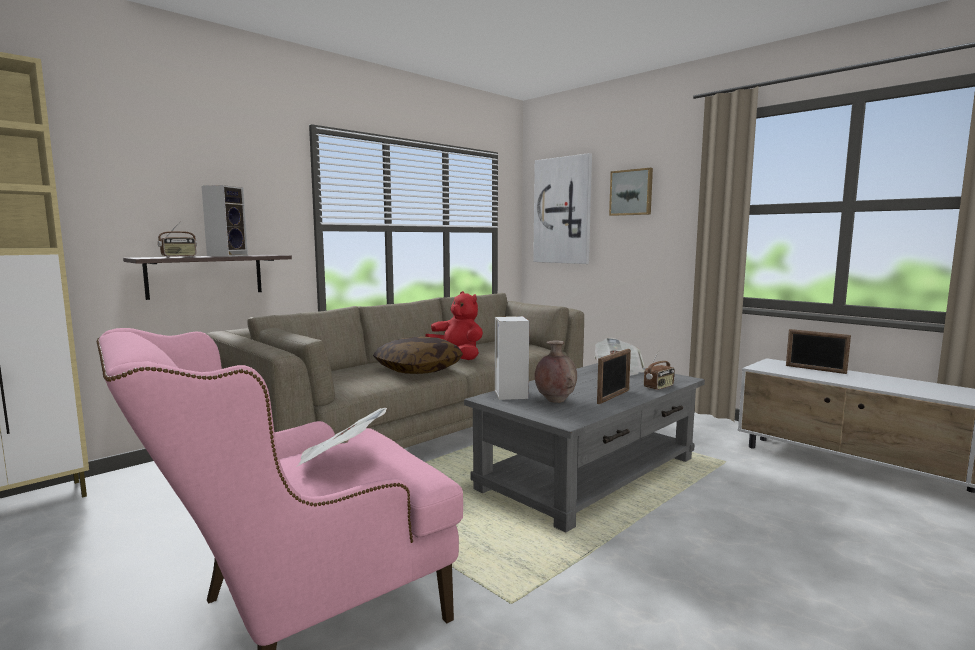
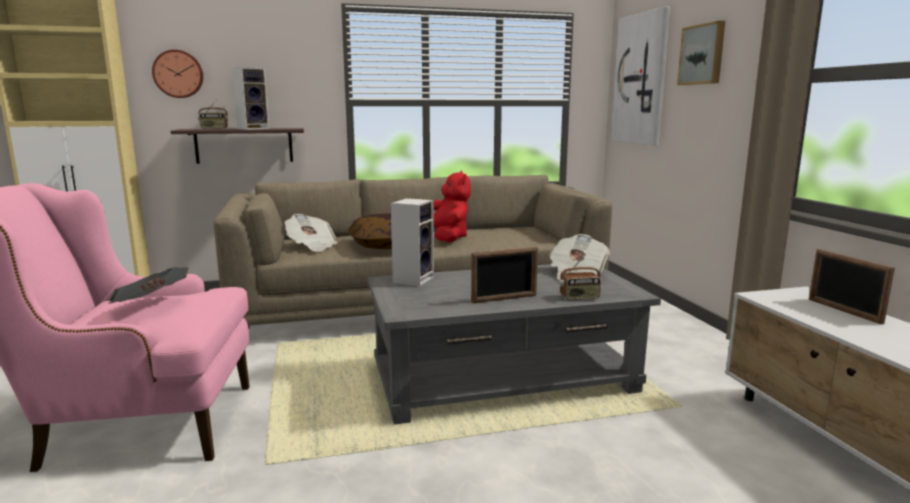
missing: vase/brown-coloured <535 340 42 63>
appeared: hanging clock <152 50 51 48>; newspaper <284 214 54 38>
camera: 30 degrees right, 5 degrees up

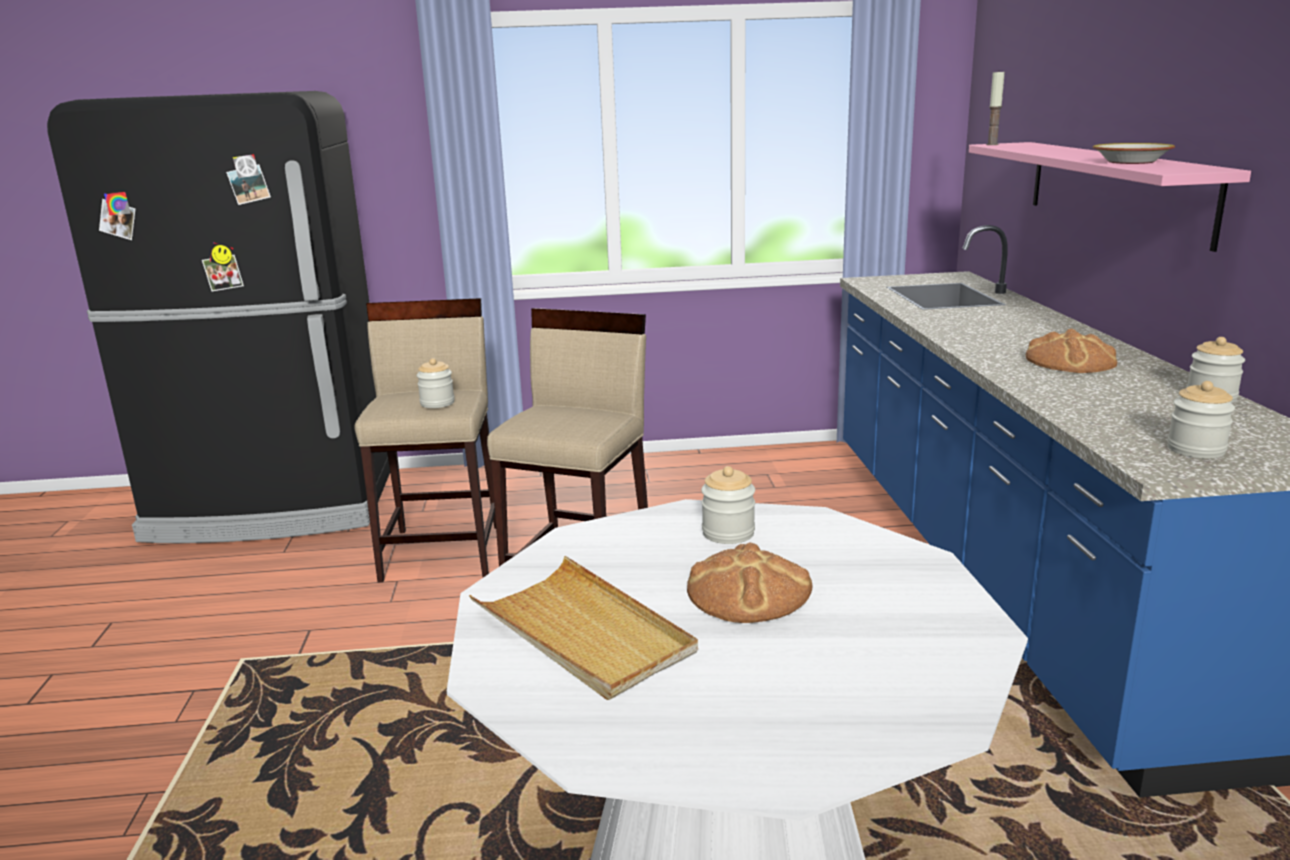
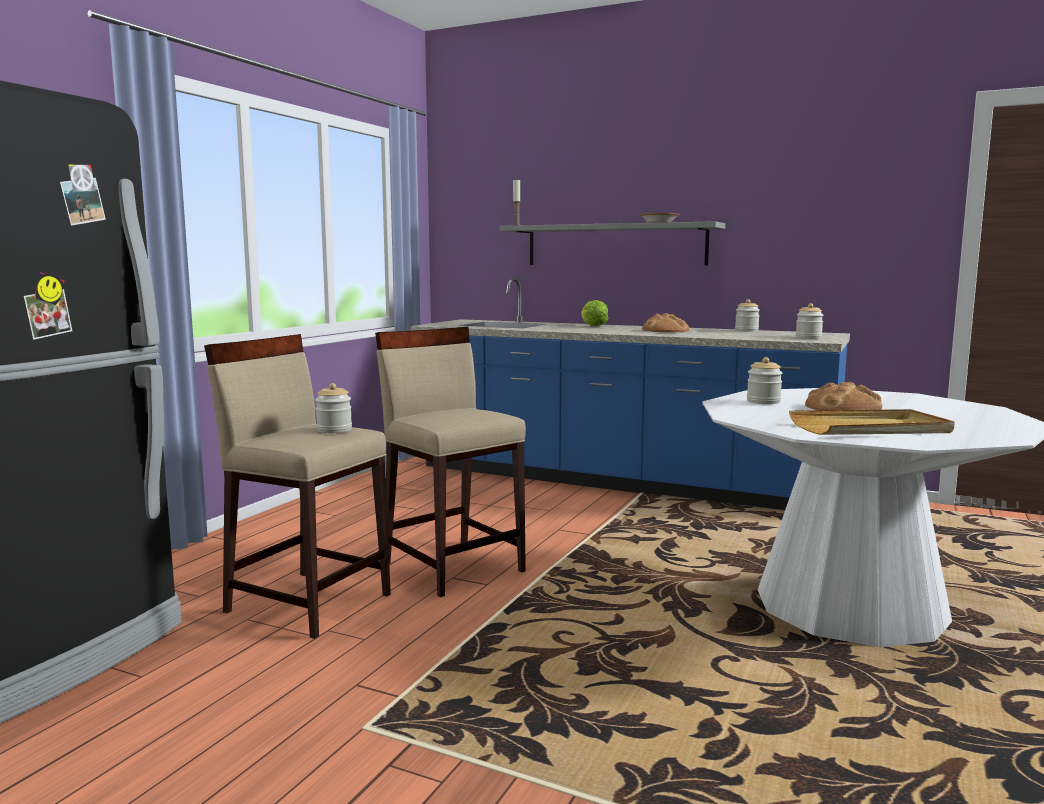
appeared: head of lettuce <581 300 28 26>
colour: shelf/pink-coloured <969 142 282 110> to shelf/grey <500 221 225 45>
camera: 60 degrees left, 10 degrees down

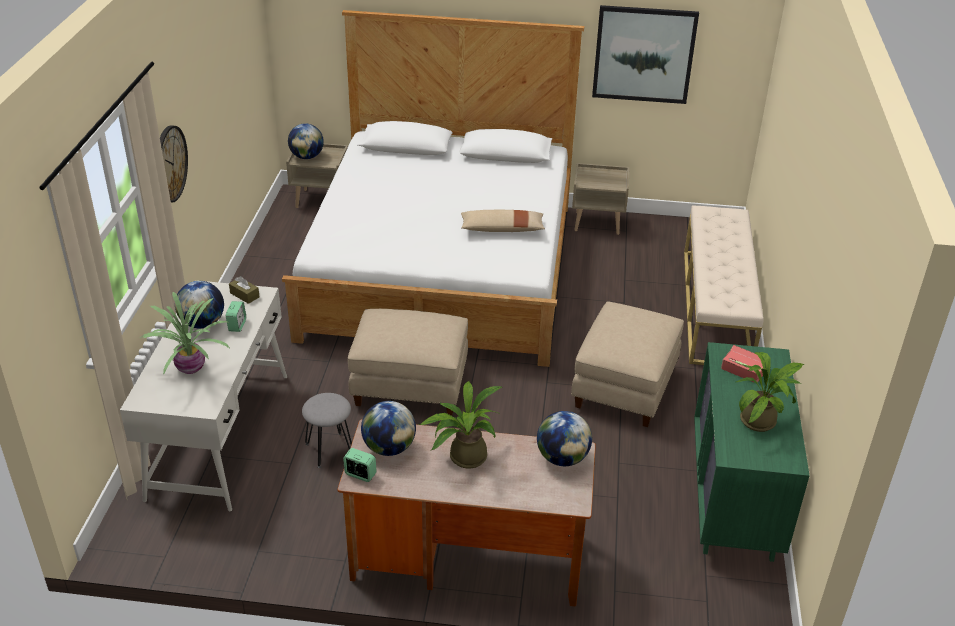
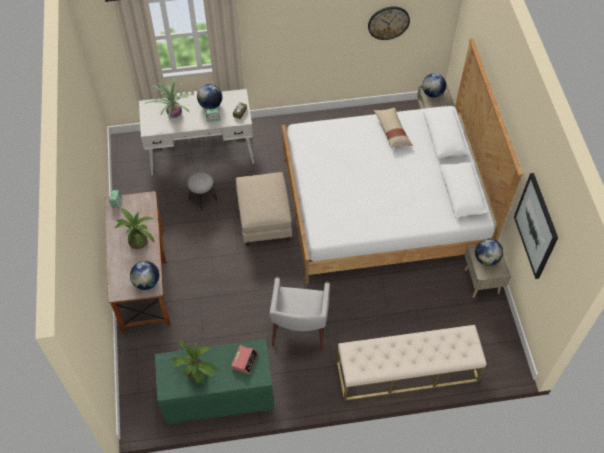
relocated: hanging clock <160 125 28 78> to <368 6 42 34>; world globe <361 401 55 55> to <475 239 28 27>; throw pillow/sand-coloured <461 210 84 22> to <373 108 40 40>
exchanged: footrest/sand-coloured <571 302 113 125> to armchair/white-coloured <269 276 61 74>
camera: 75 degrees right, 20 degrees up

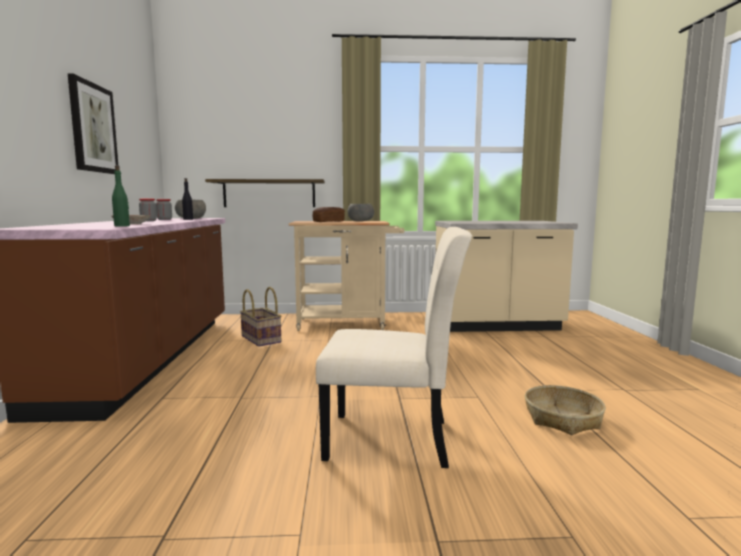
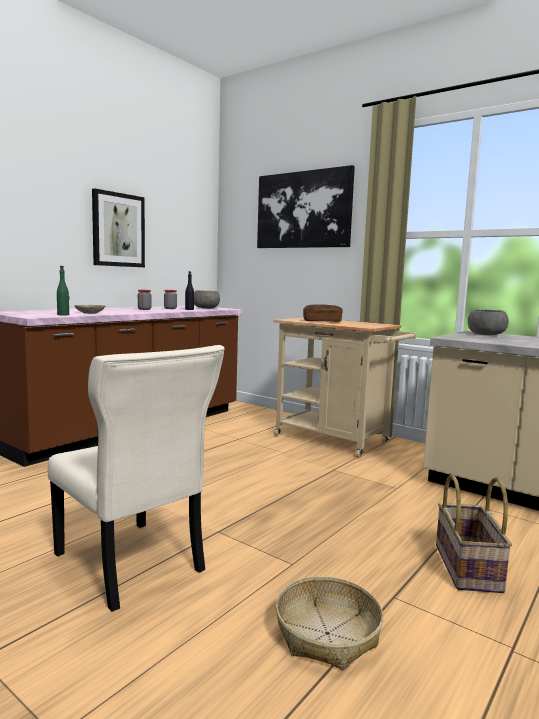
missing: shelf <205 179 120 28>
appeared: picture <257 165 98 83>
relocated: basket <240 287 41 60> to <436 475 76 118>; deep dish/grey <348 204 26 17> to <468 309 41 26>
camera: 40 degrees right, 0 degrees up

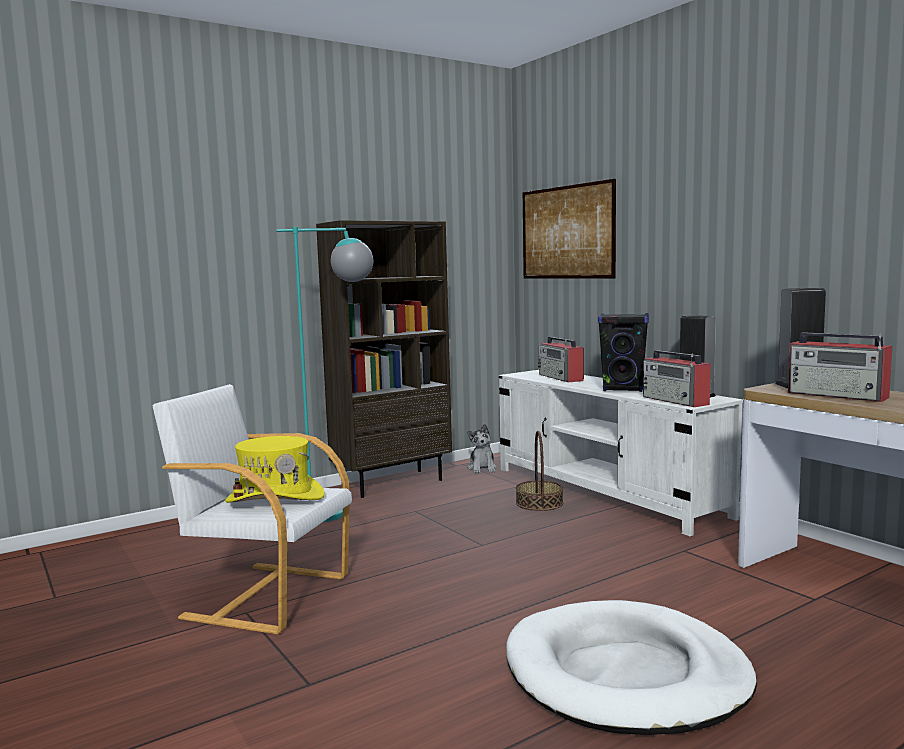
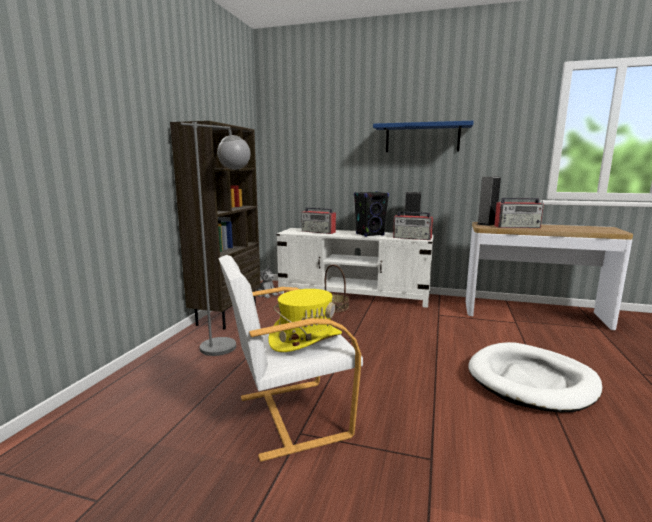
missing: picture <523 179 93 100>
appeared: shelf/bluish <373 121 101 31>
colour: floor lamp/turquoise <276 227 97 295> to floor lamp/grey <180 122 70 234>
camera: 40 degrees left, 5 degrees up

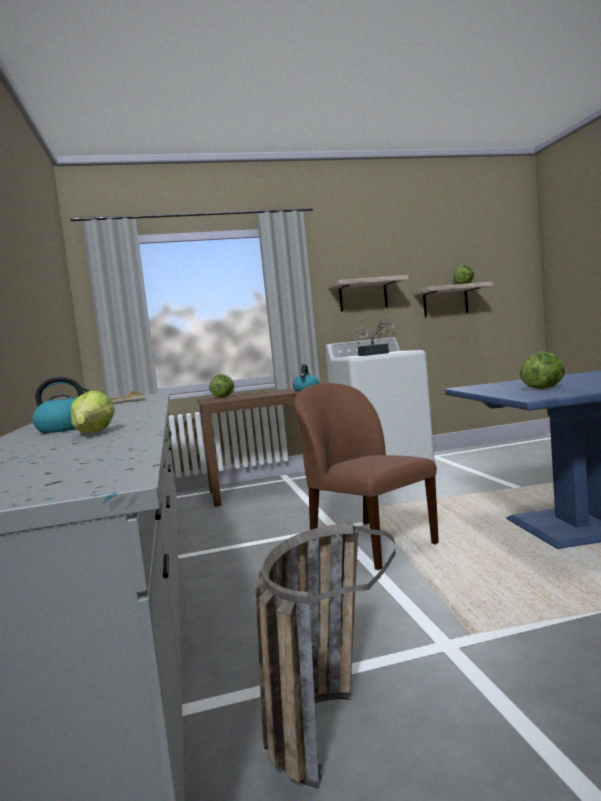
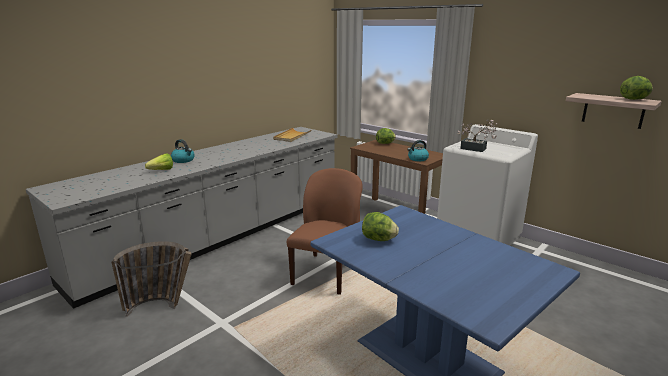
missing: shelf <329 275 80 37>
camera: 55 degrees right, 15 degrees up

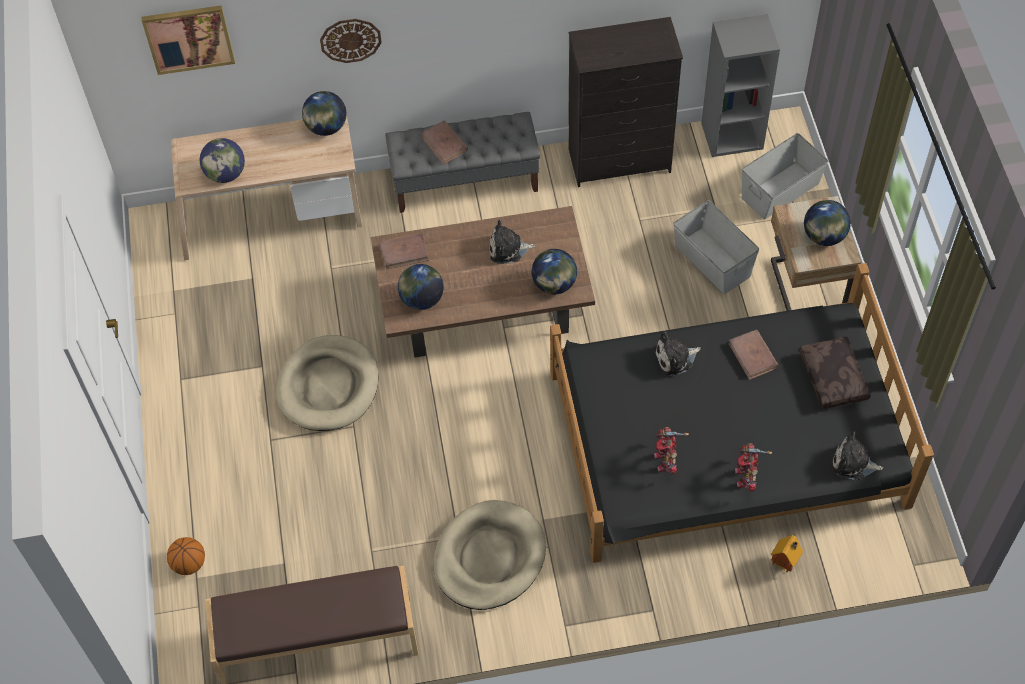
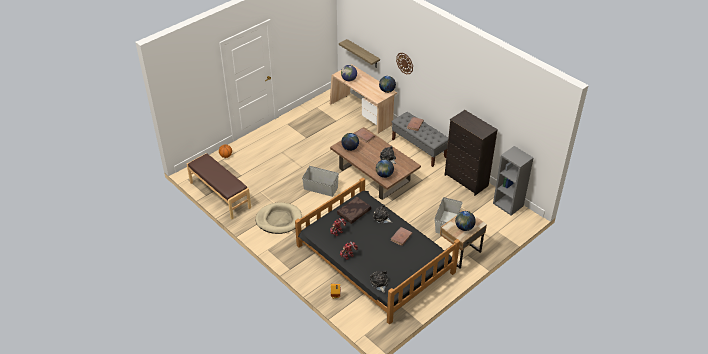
missing: picture <141 5 94 70>; pet bed/sand-coloured <276 335 103 96>
appeared: shelf <339 39 41 29>
relocated: storage box/grey <742 133 86 87> to <302 166 37 31>; throw pillow/brown-coloured <799 337 72 72> to <337 197 34 27>
camera: 55 degrees right, 15 degrees down

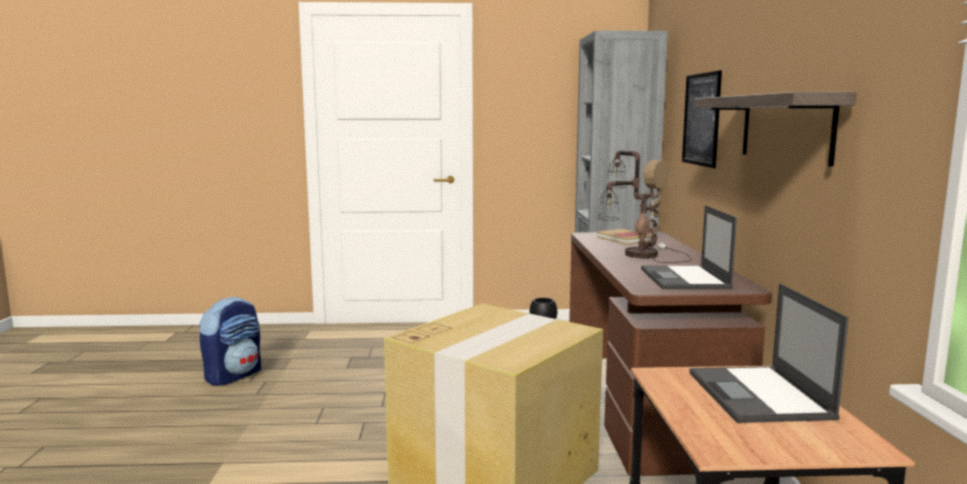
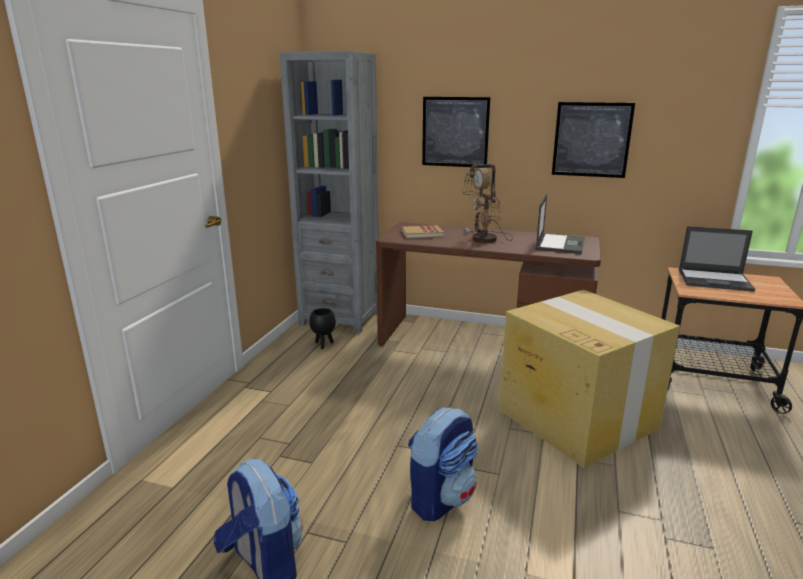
appeared: backpack <408 407 70 114>
exchanged: shelf <694 92 162 75> to picture <552 102 83 76>
spun: notebook computer <641 205 96 84> = <535 194 50 60> 90 degrees counterclockwise
camera: 70 degrees left, 10 degrees up

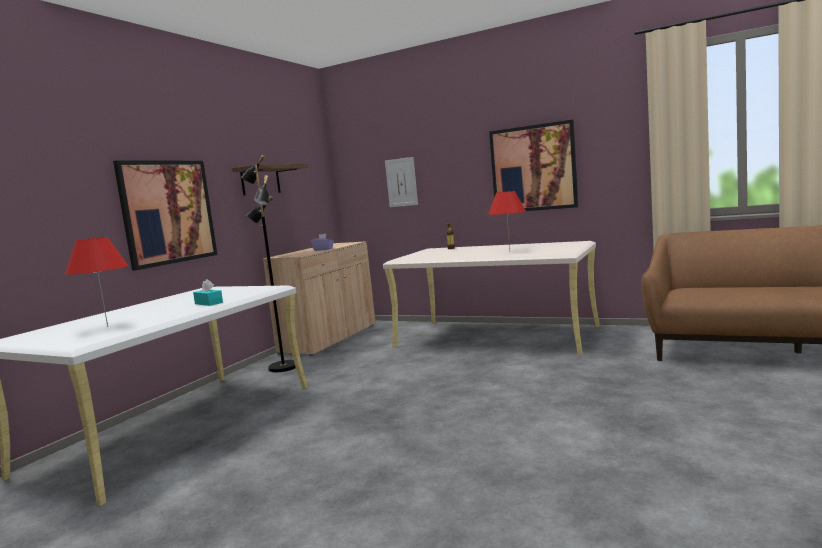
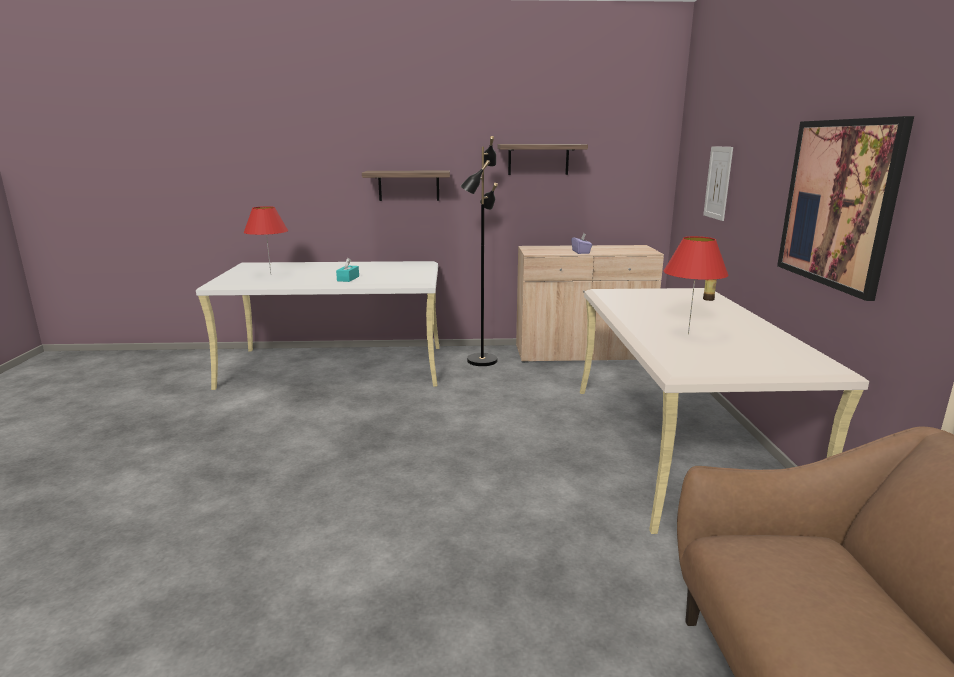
exchanged: picture <113 160 104 111> to shelf <362 171 88 30>
camera: 60 degrees right, 10 degrees up

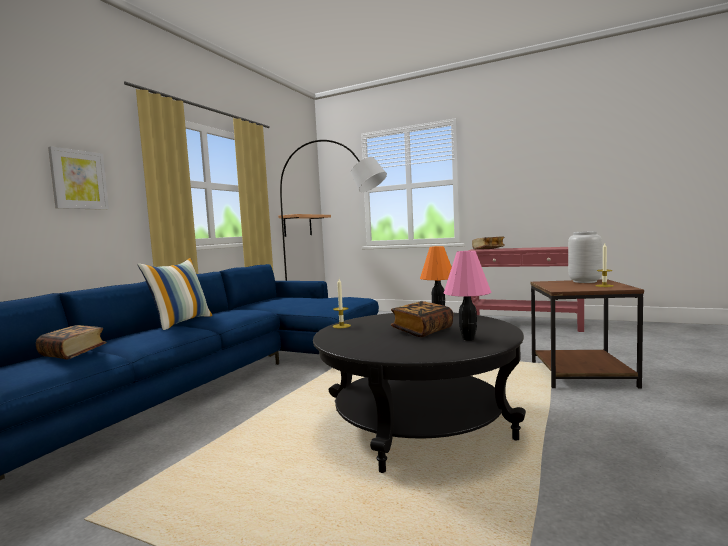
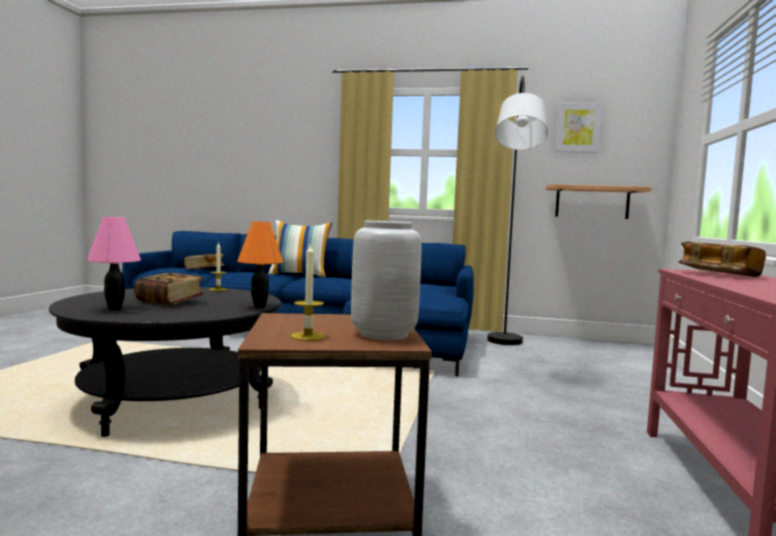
relocated: picture <48 146 61 64> to <555 102 48 51>
camera: 75 degrees right, 0 degrees up

